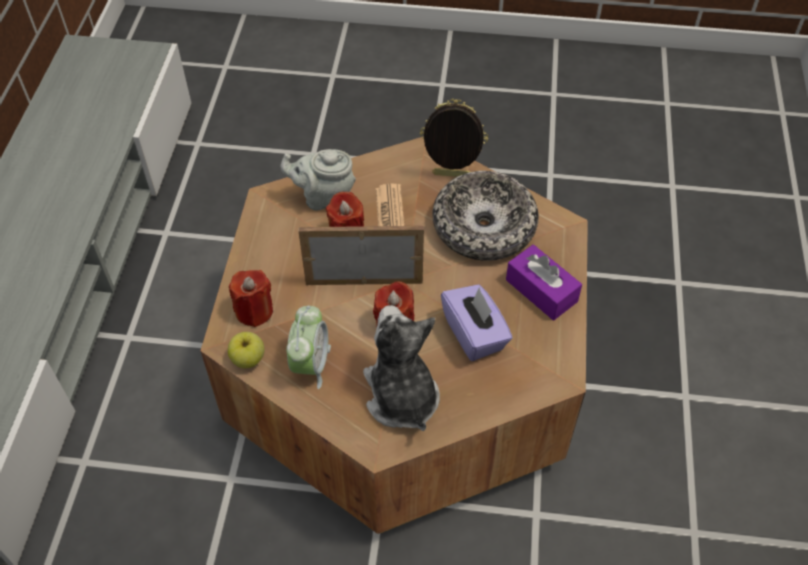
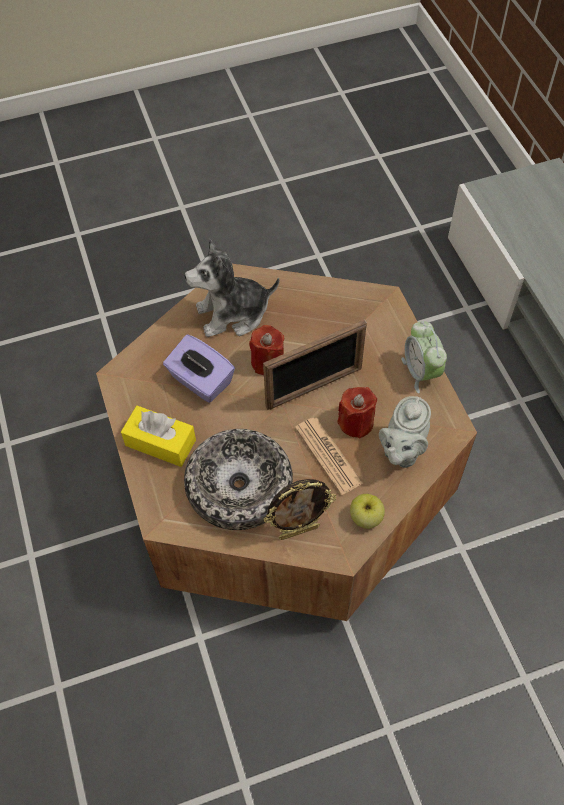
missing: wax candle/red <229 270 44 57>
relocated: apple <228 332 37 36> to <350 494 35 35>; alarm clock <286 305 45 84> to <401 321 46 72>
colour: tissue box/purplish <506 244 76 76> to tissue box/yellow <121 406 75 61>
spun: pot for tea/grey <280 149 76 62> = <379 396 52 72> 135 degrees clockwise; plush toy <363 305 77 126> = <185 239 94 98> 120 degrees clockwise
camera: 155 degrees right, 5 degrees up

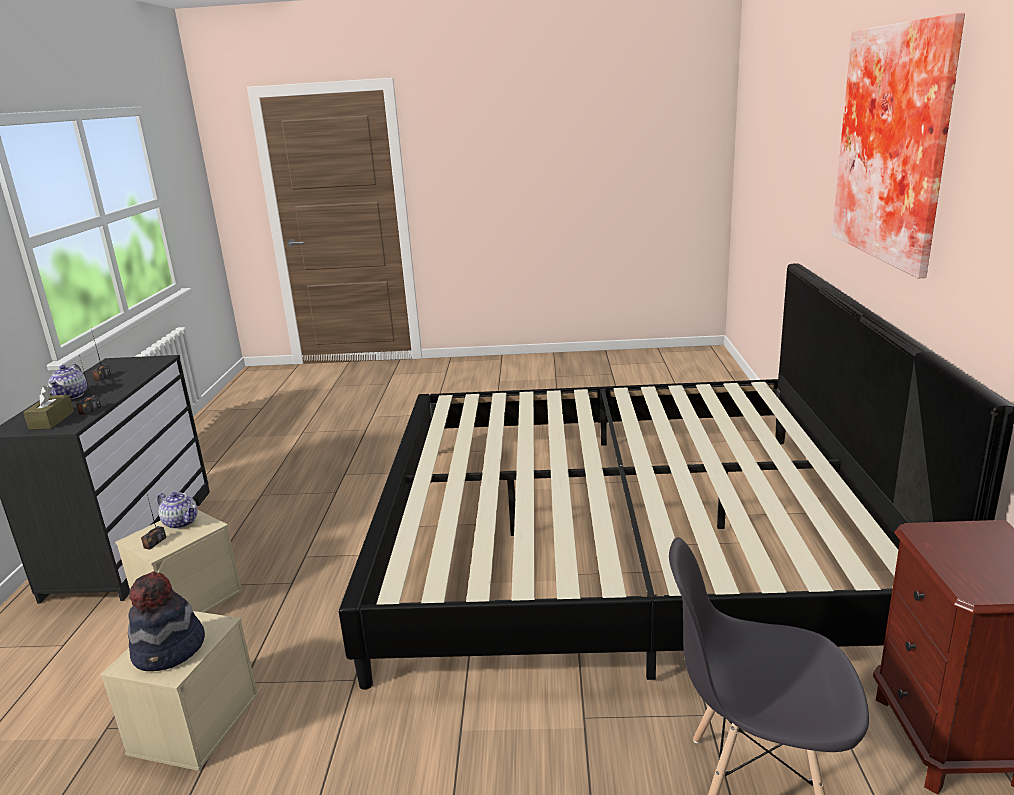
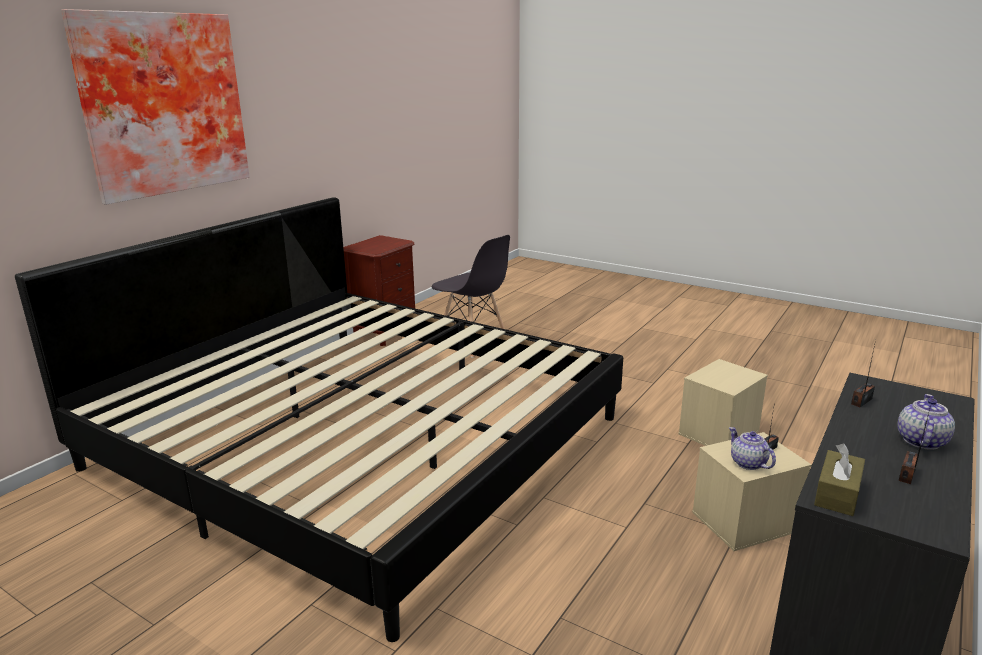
missing: wearable hat <128 571 77 100>
relocated: tissue box/brown-coloured <23 386 51 44> to <814 443 51 73>
camera: 150 degrees left, 0 degrees up

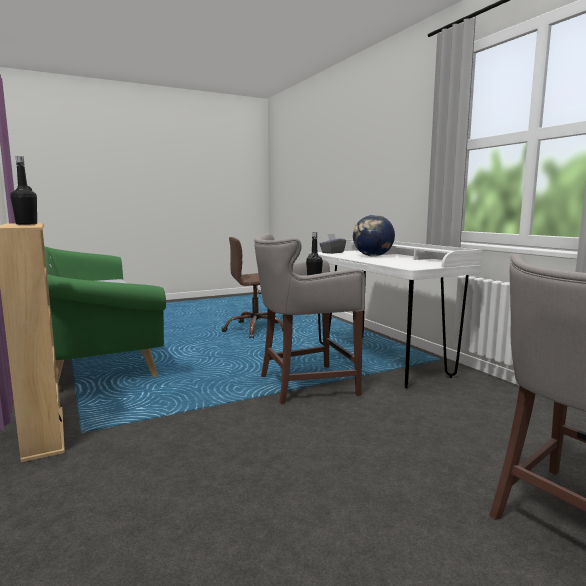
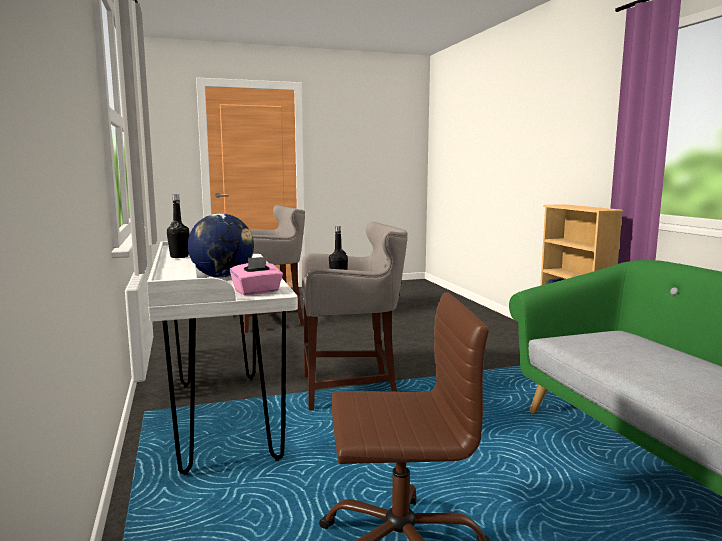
relocated: bottle/blackish <10 156 27 69> to <167 195 22 63>
colour: tissue box/grey <320 233 26 21> to tissue box/pink-coloured <230 256 53 39>
camera: 170 degrees left, 0 degrees up

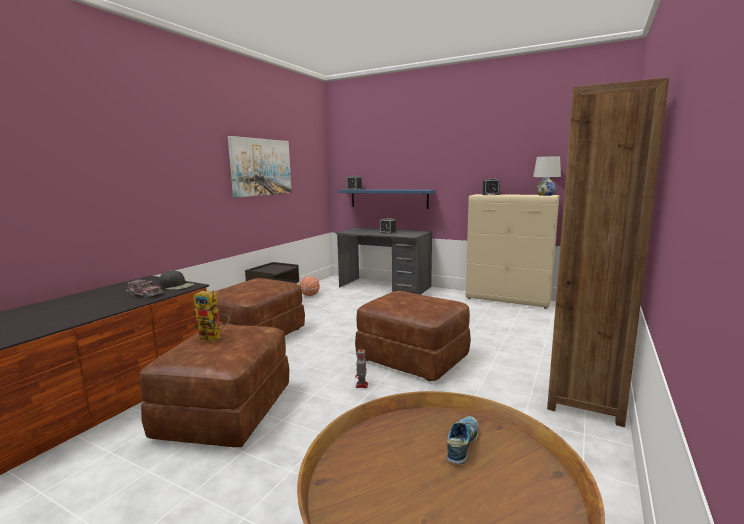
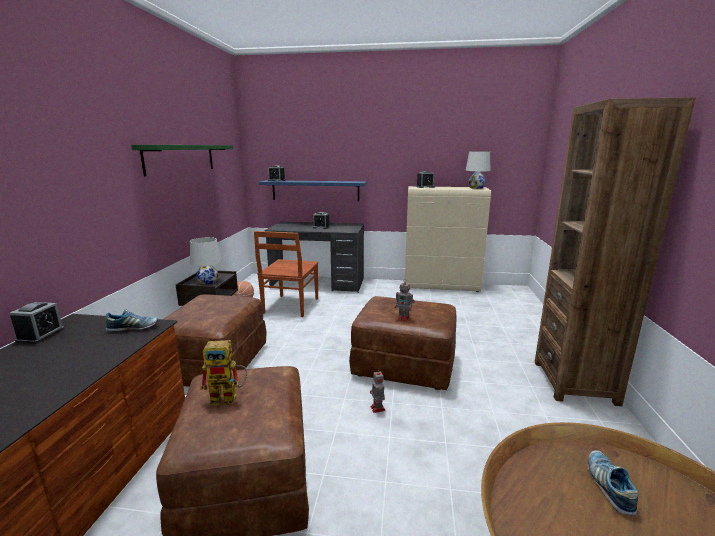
missing: model truck <126 279 36 19>
appeared: alarm clock <9 302 55 42>; lamp for a table/white-coloured <190 237 32 47>; chair/brown-coloured <254 231 65 86>; model robot <395 279 20 43>
exchanged: cap/blackish <159 270 35 20> to low shoe <106 309 52 22>; picture <228 136 64 62> to shelf/green <131 145 102 31>
camera: 20 degrees left, 5 degrees up

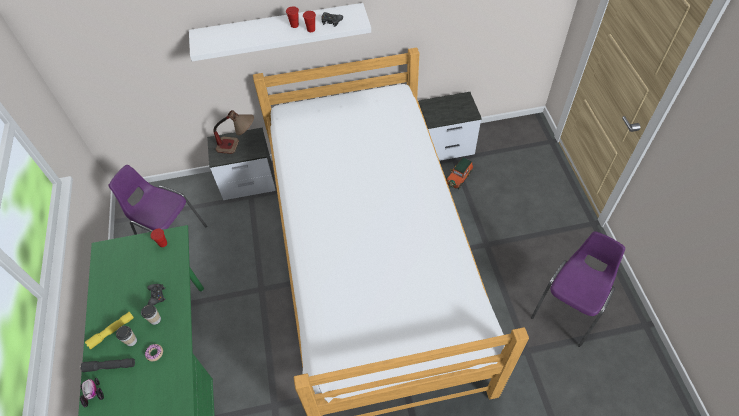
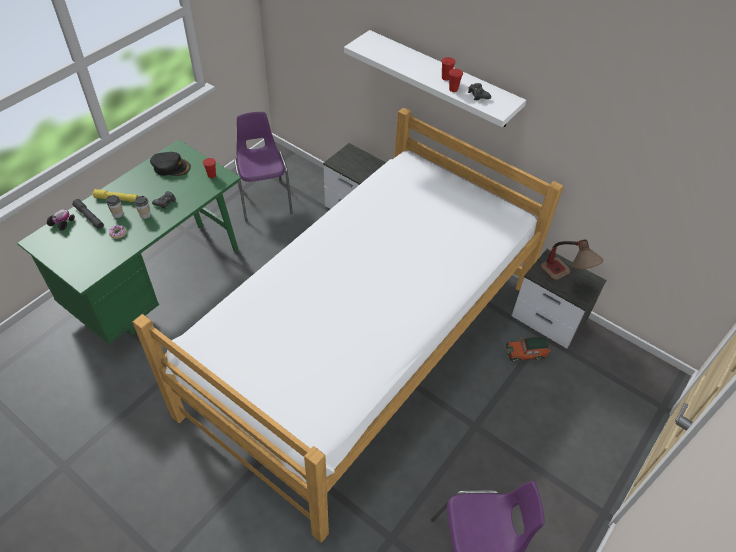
appeared: cap/blackish <150 152 41 24>
relocated: lamp for a table <213 110 41 44> to <540 240 63 40>
camera: 45 degrees right, 5 degrees down

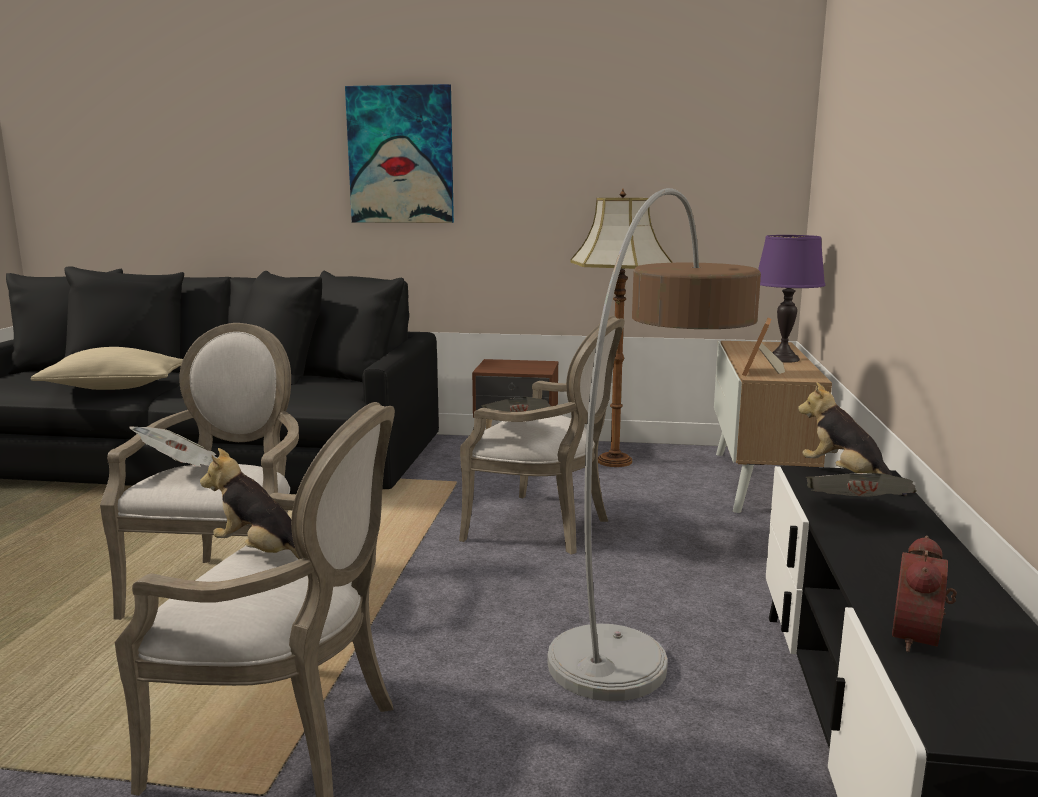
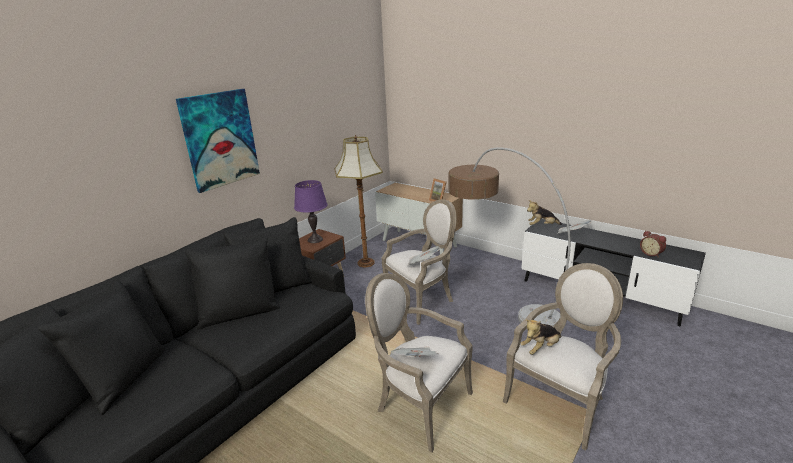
missing: throw pillow/sand-coloured <31 347 152 43>
relocated: lamp for a table/purplish <758 235 67 128> to <294 180 34 63>
camera: 60 degrees left, 10 degrees up

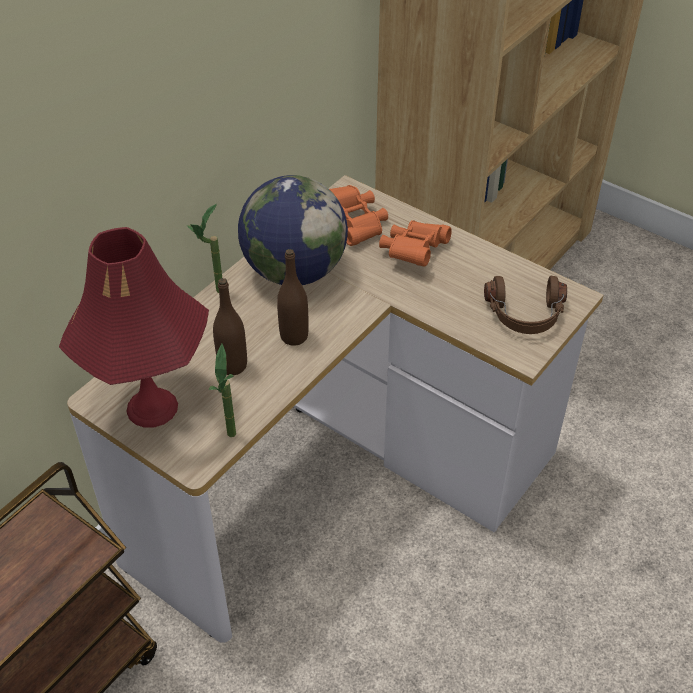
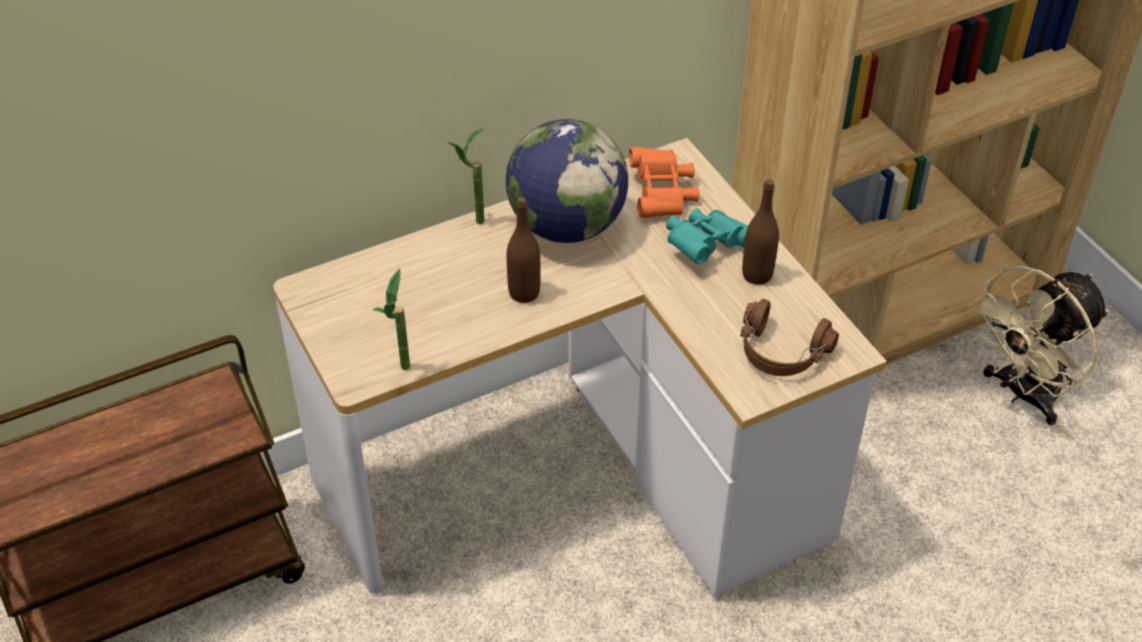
missing: lamp for a table/red <59 227 150 201>
appeared: fan/sand-coloured <968 266 141 159>
relocated: bottle/brown-coloured <213 278 34 97> to <742 179 37 106>
colour: field glasses/orangey <379 220 73 46> to field glasses/turquoise <666 209 83 55>
camera: 25 degrees right, 0 degrees up

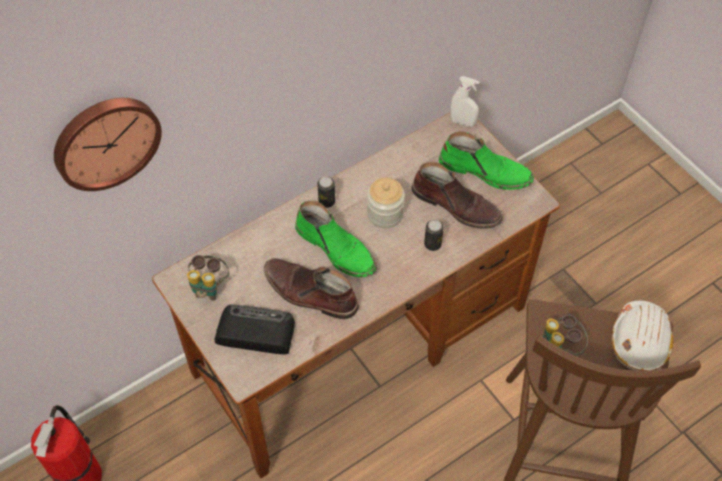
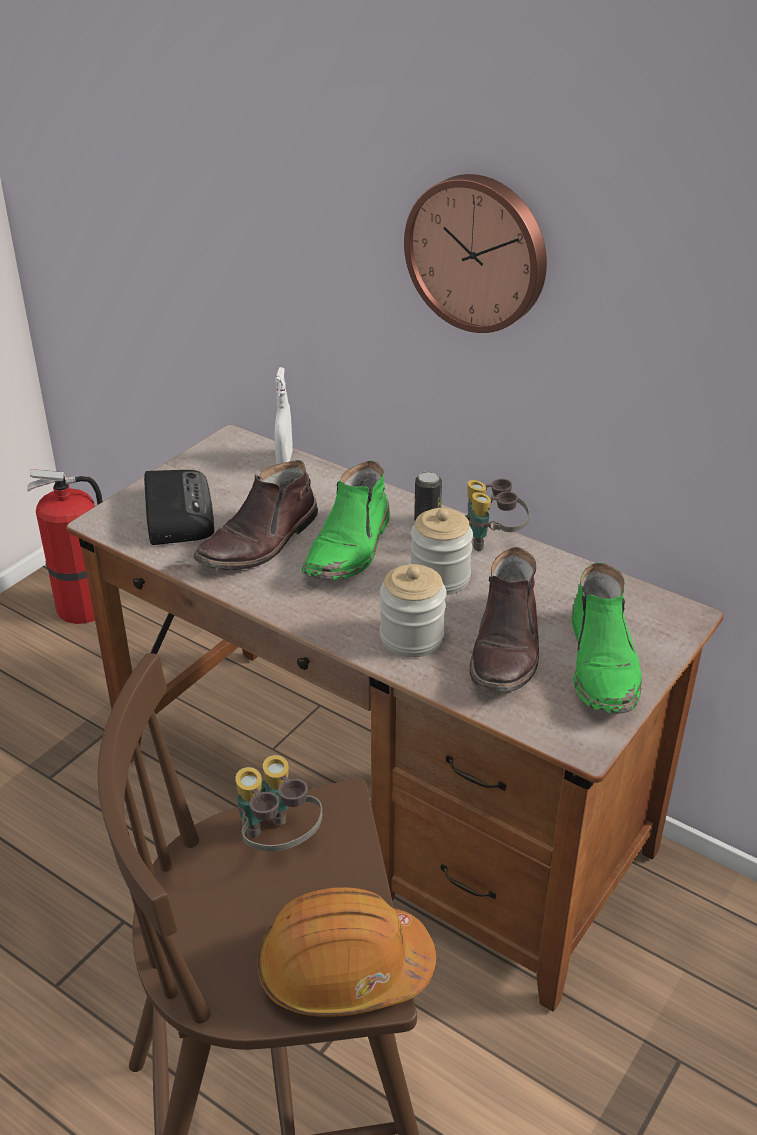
relocated: hanging clock <54 98 108 93> to <404 174 143 159>; field glasses <187 255 42 46> to <465 479 65 72>; hand sprayer/white-coloured <450 76 29 51> to <275 367 18 98>
exchanged: can <424 220 20 31> to preserve jar <380 564 67 93>
colour: safety helmet/white-coloured <612 301 62 70> to safety helmet/orangey <257 887 179 130>
spun: boot/brown-coloured <264 258 95 61> = <193 460 125 110> 150 degrees counterclockwise
camera: 70 degrees right, 20 degrees down

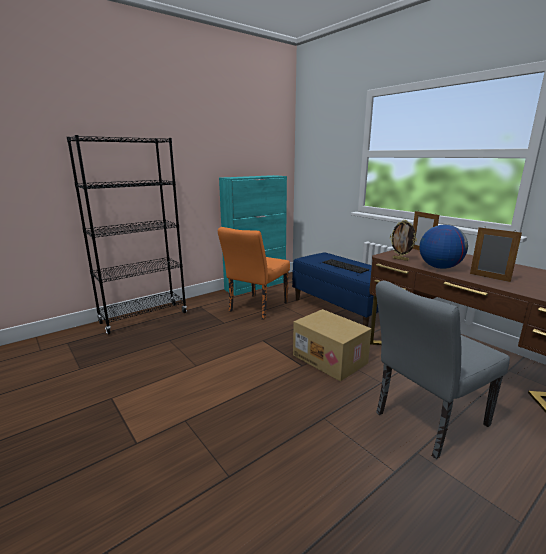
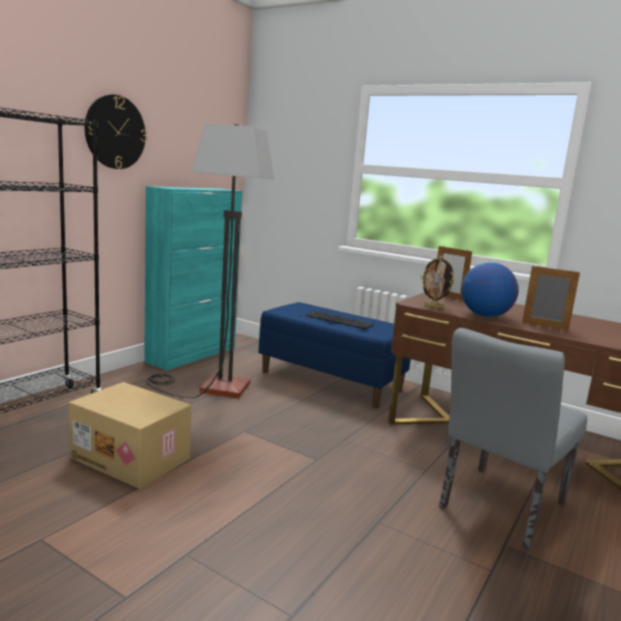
appeared: hanging clock <85 94 62 75>
relocated: cardboard box <293 309 79 72> to <69 382 122 107>
exchanged: chair/orangey <218 227 72 93> to floor lamp <146 123 128 275>
camera: 20 degrees left, 5 degrees down

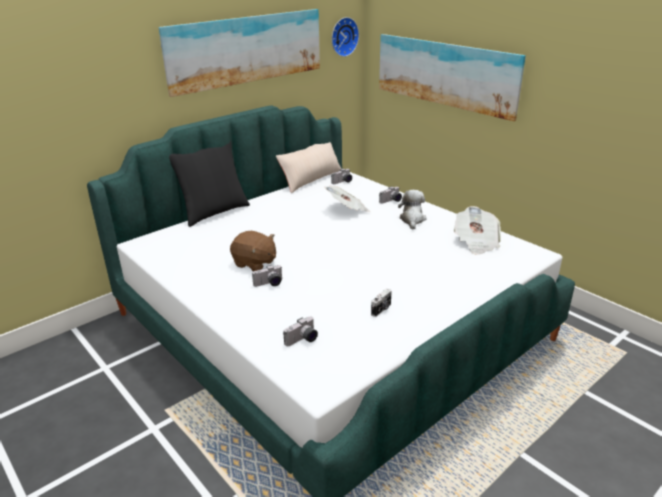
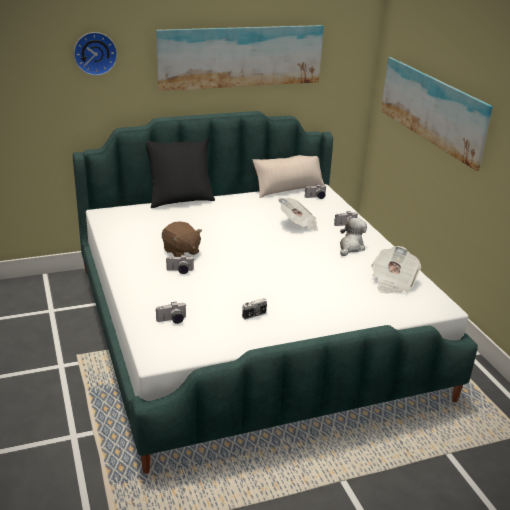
relocated: hanging clock <332 17 27 40> to <74 32 43 44>
camera: 20 degrees right, 0 degrees up

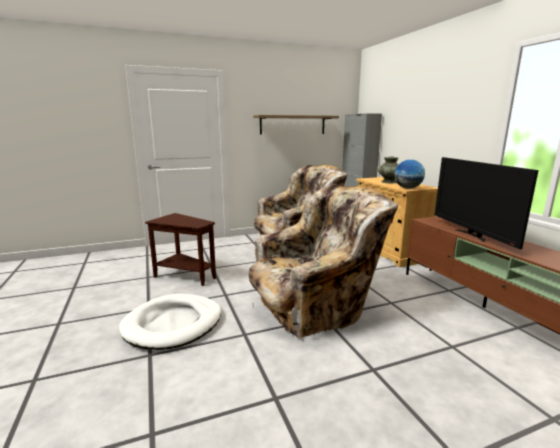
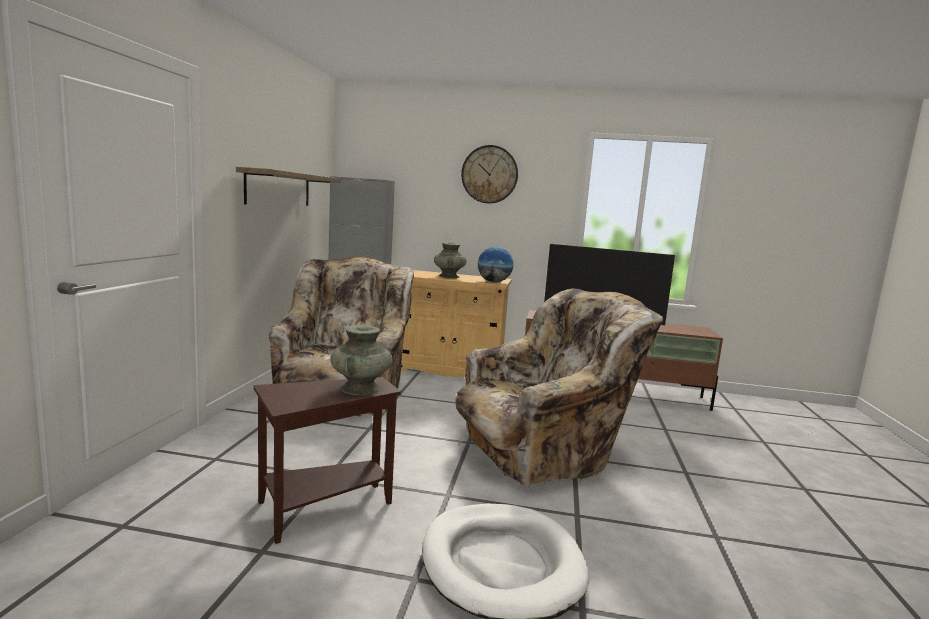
appeared: vase/turquoise <331 325 62 70>; hanging clock <461 145 57 58>
spun: armchair/sand-coloured <248 185 150 154> = <455 288 208 198> 60 degrees clockwise
camera: 60 degrees left, 5 degrees down

